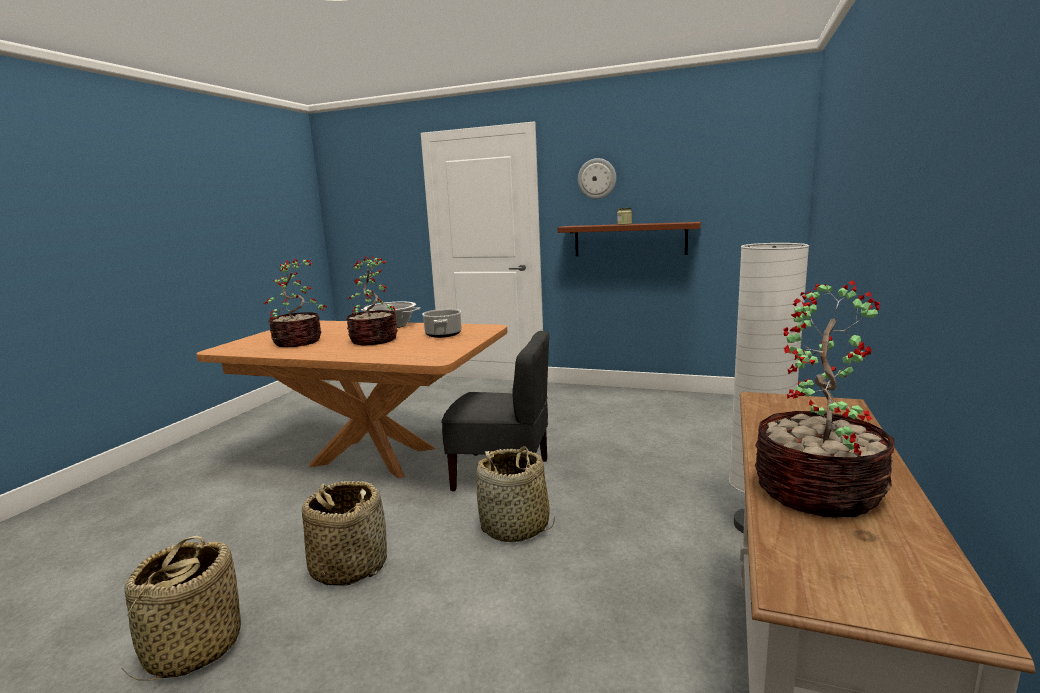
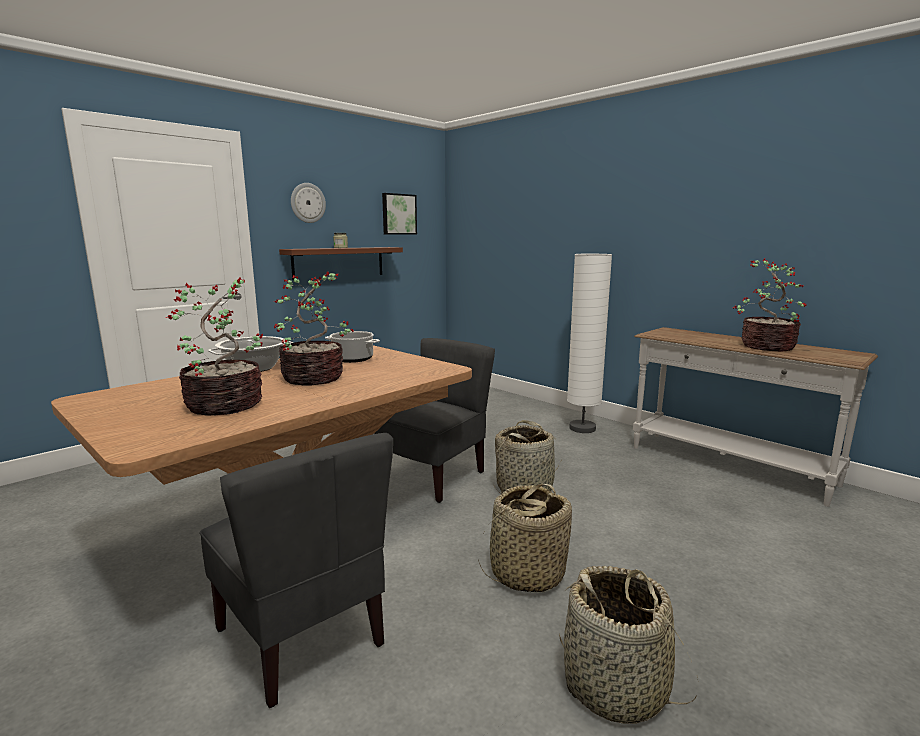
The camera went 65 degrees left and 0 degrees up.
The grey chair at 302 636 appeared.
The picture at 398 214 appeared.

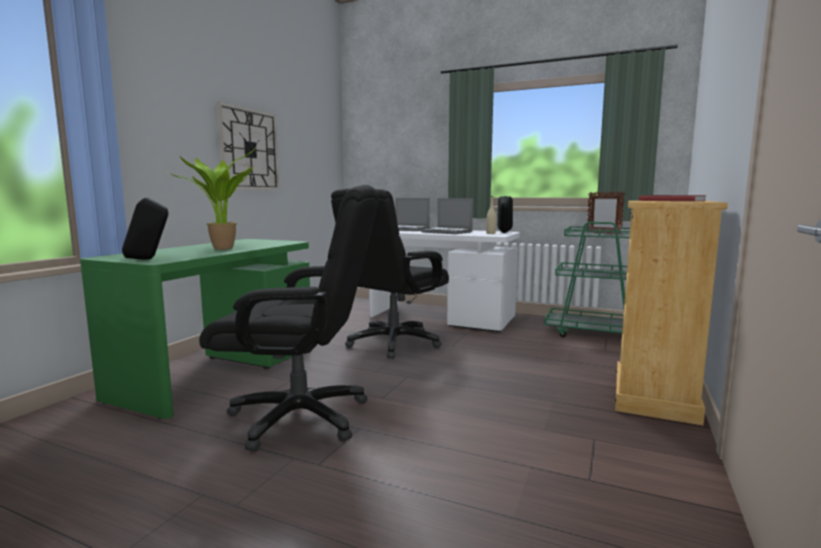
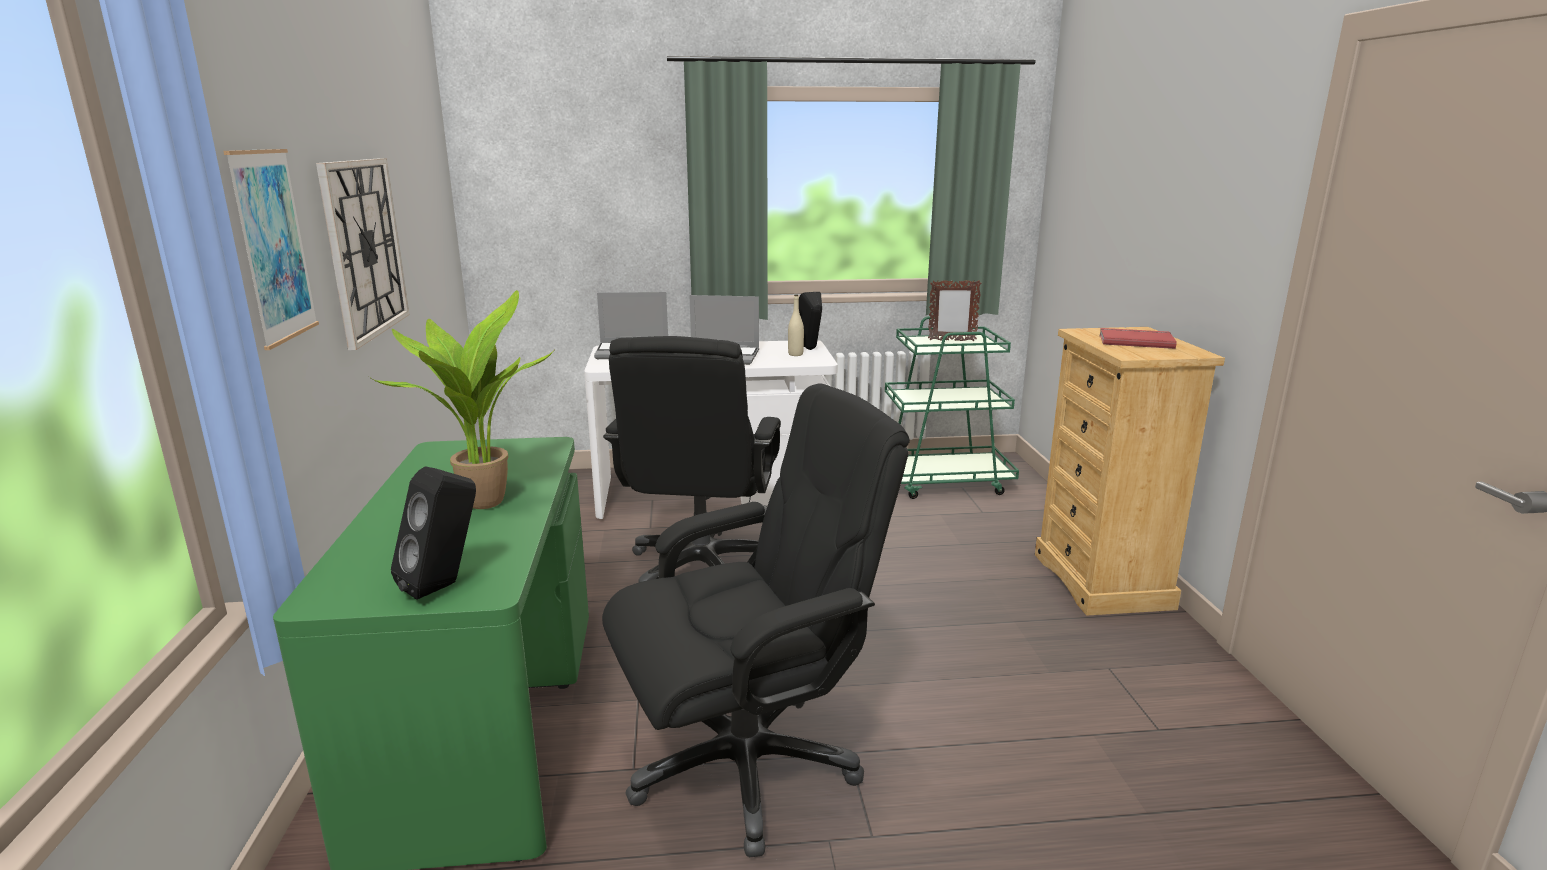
The camera went 30 degrees left and 10 degrees up.
The picture at 273 246 appeared.

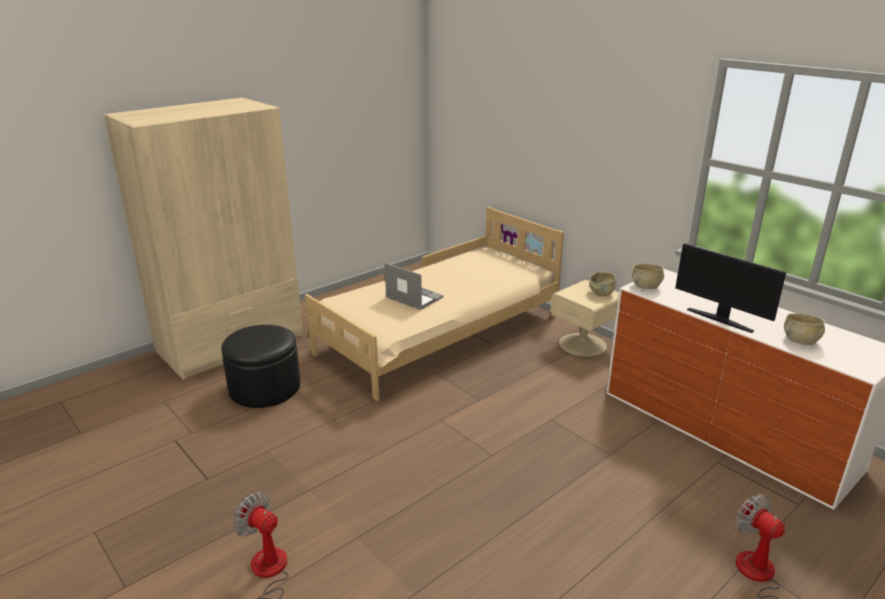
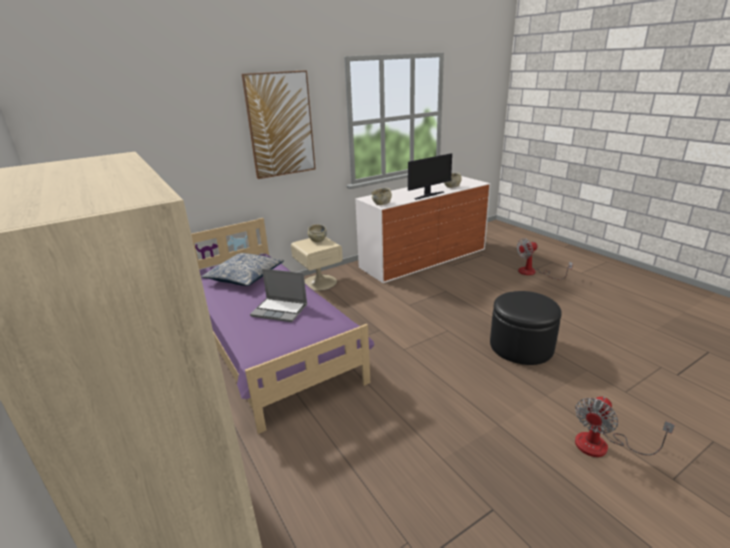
The camera went 80 degrees left and 0 degrees up.
The black ottoman moved from 265 388 to 521 346.
The beige bed at 439 335 became the purple bed at 269 342.
The laptop at 413 298 turned 120 degrees counterclockwise.
The pillow at 245 277 appeared.
The picture at 280 125 appeared.

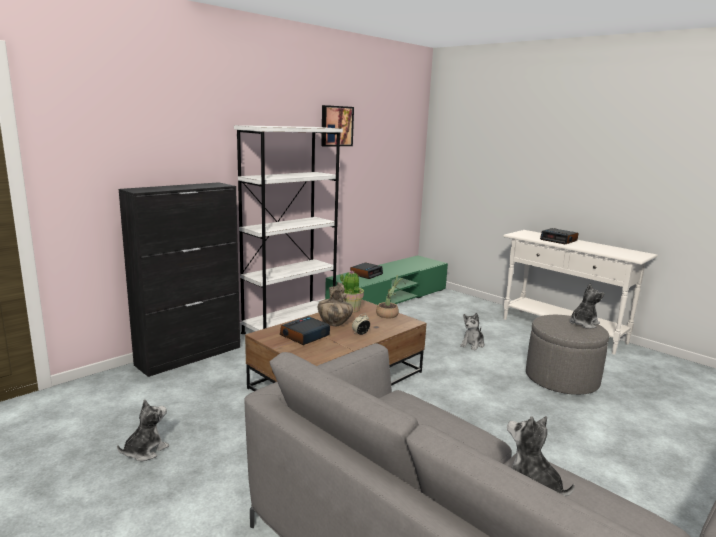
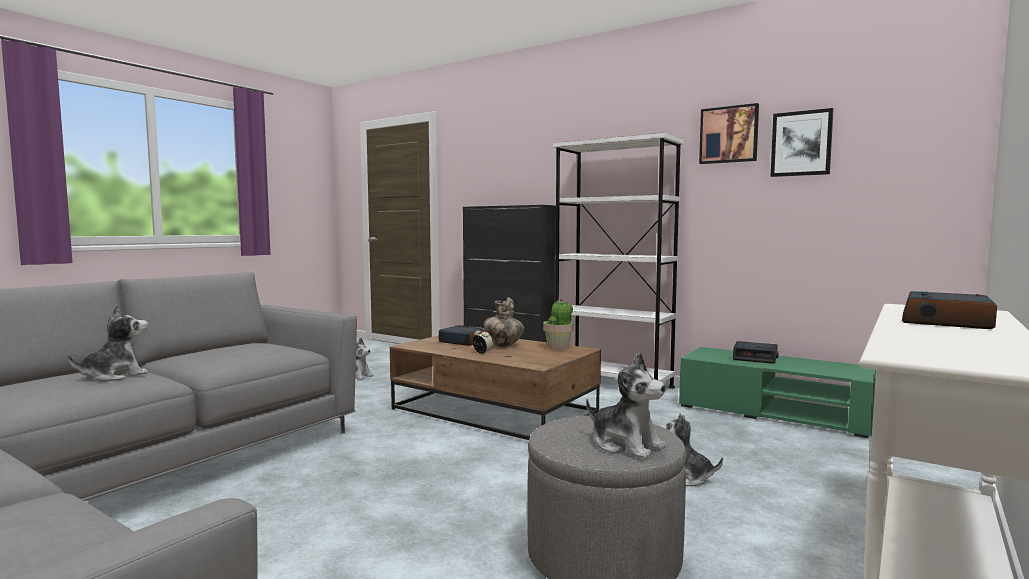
The camera went 80 degrees right and 10 degrees down.
The potted plant at 389 314 disappeared.
The picture at 801 143 appeared.

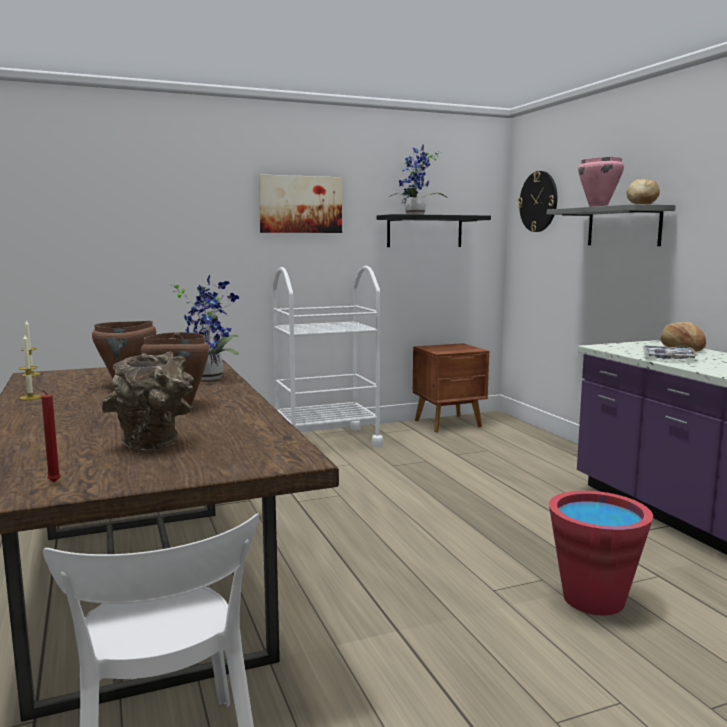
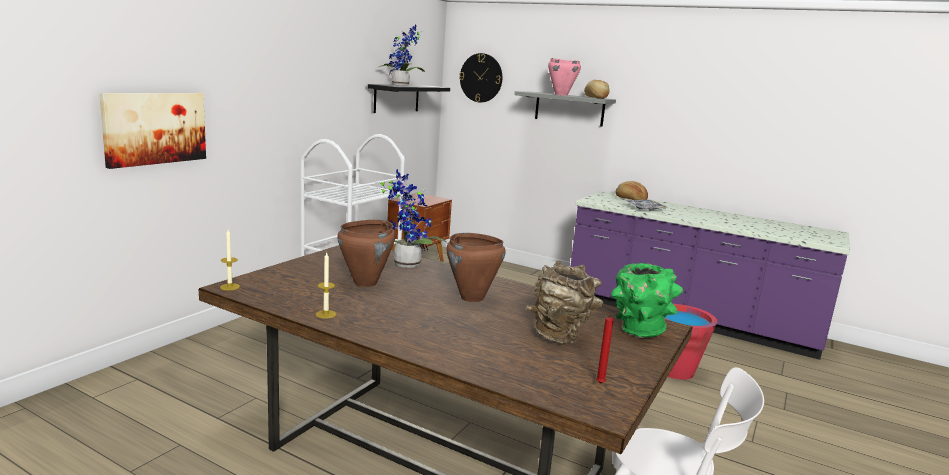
The camera went 40 degrees left and 5 degrees up.
The picture moved from 300 204 to 155 128.
The green vase at 639 332 appeared.

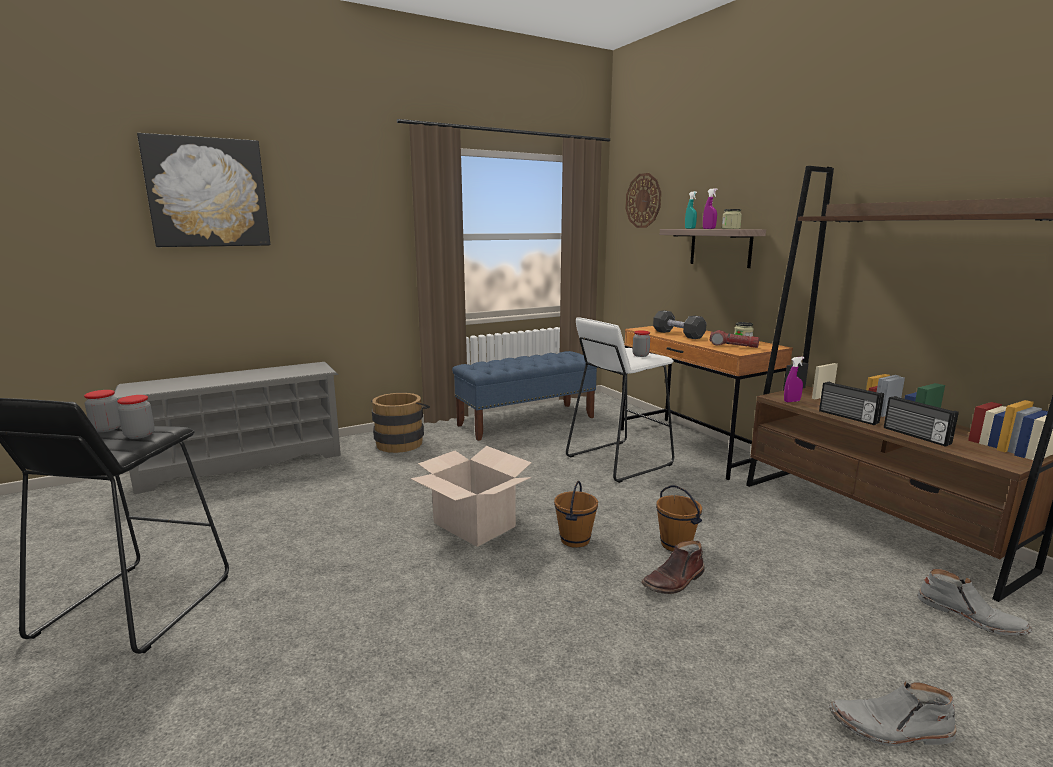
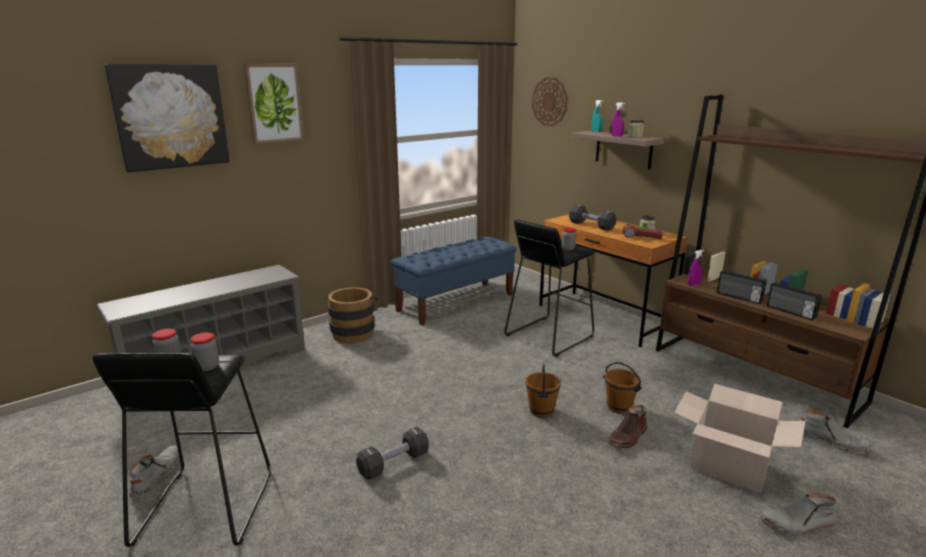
The camera went 10 degrees left and 5 degrees up.
The cardboard box moved from 475 524 to 729 466.
The white stool at 618 460 became the black stool at 548 336.
The grey boot at 156 476 appeared.
The picture at 274 103 appeared.
The black dumbbell at 393 463 appeared.

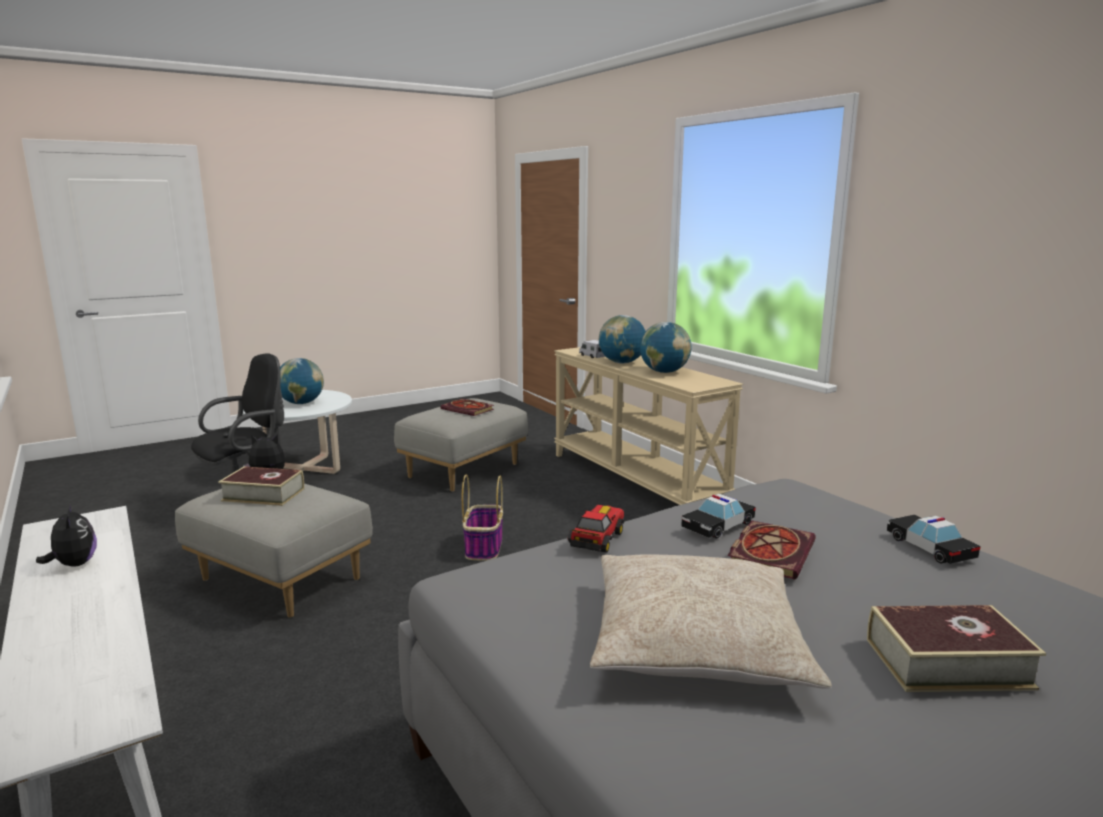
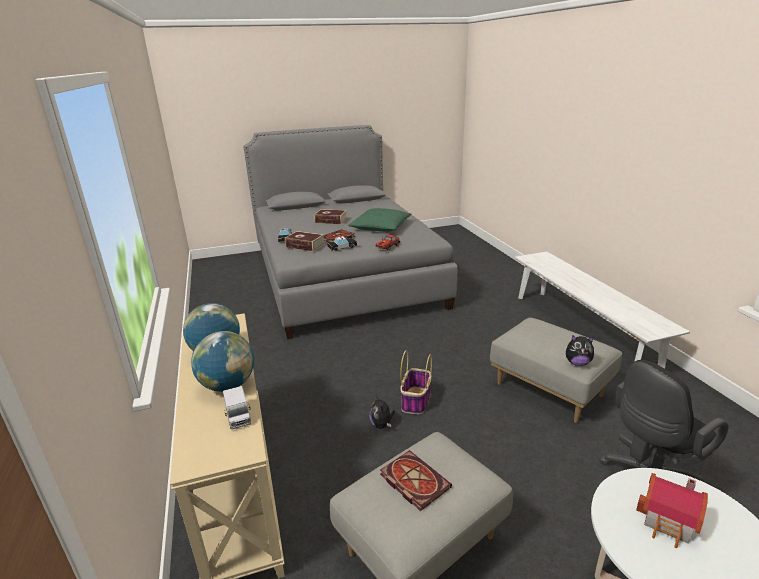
The camera went 165 degrees left and 10 degrees up.
The plush toy moved from 74 564 to 381 425.
The book moved from 263 494 to 305 245.
The globe at 301 403 was replaced by the toy house at 669 523.
The beige pillow at 696 641 became the green pillow at 380 227.

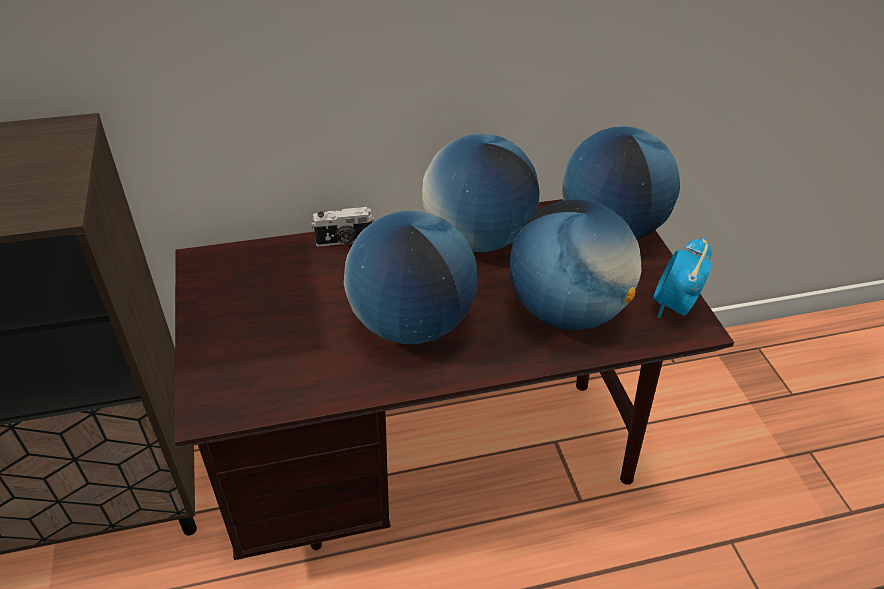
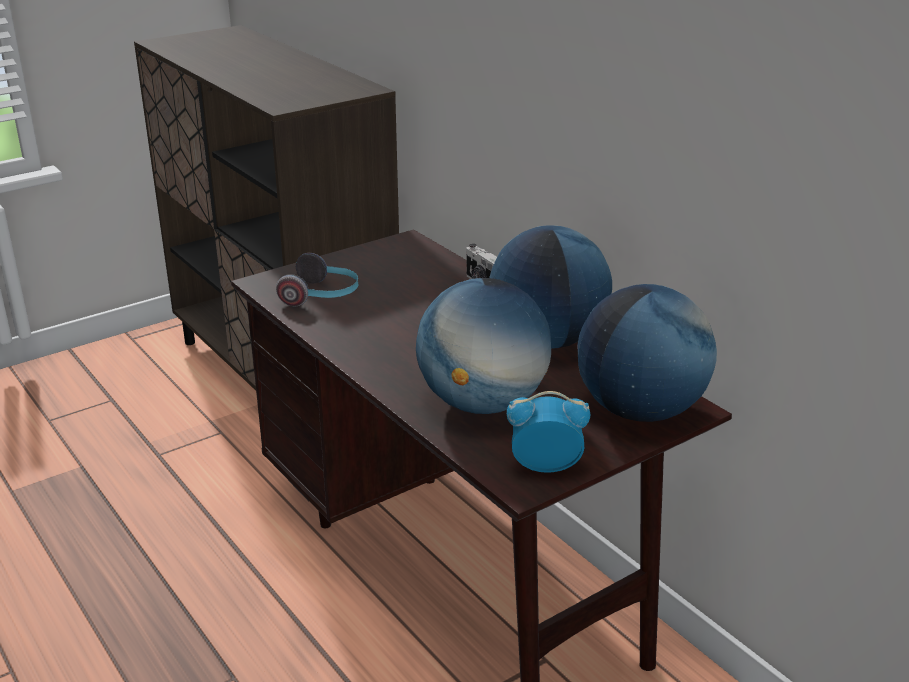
The camera went 70 degrees right and 15 degrees down.
The globe at 410 323 disappeared.
The headphones at 322 296 appeared.

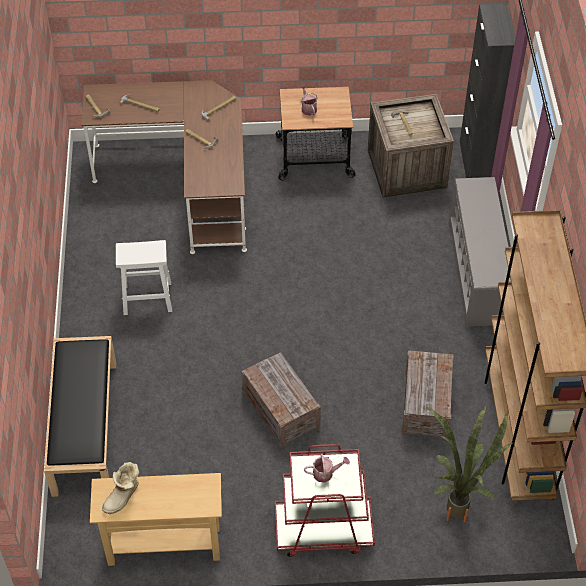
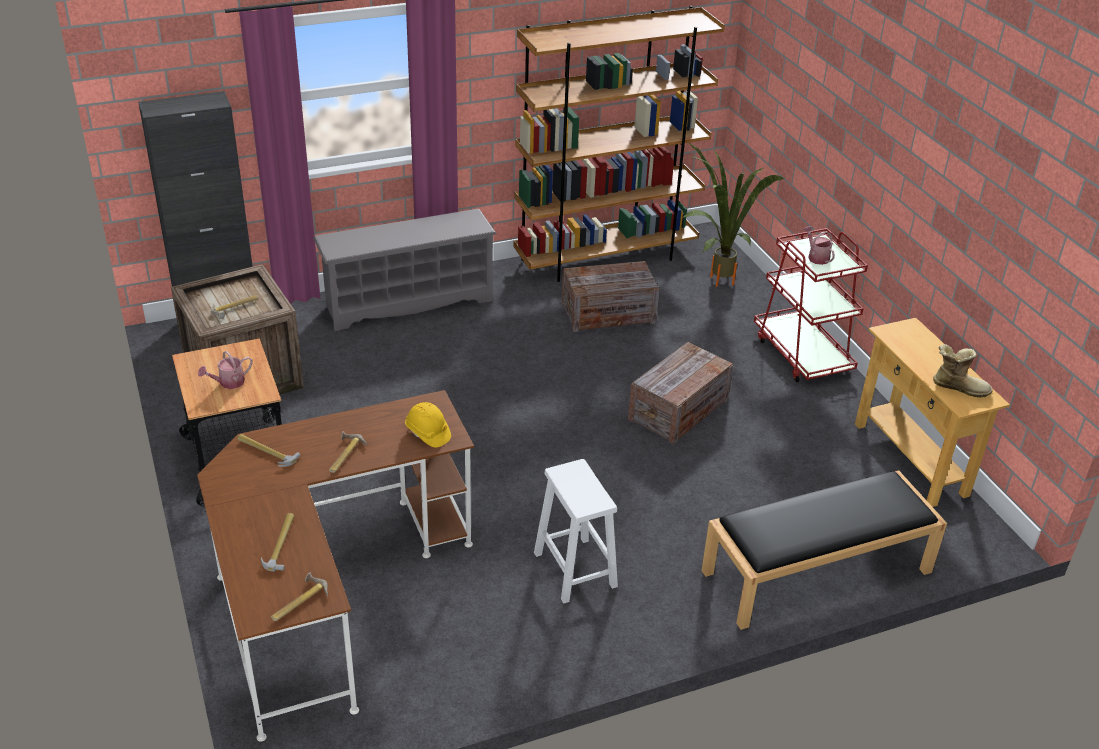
The camera went 110 degrees left and 15 degrees down.
The yellow hard hat at 427 433 appeared.

